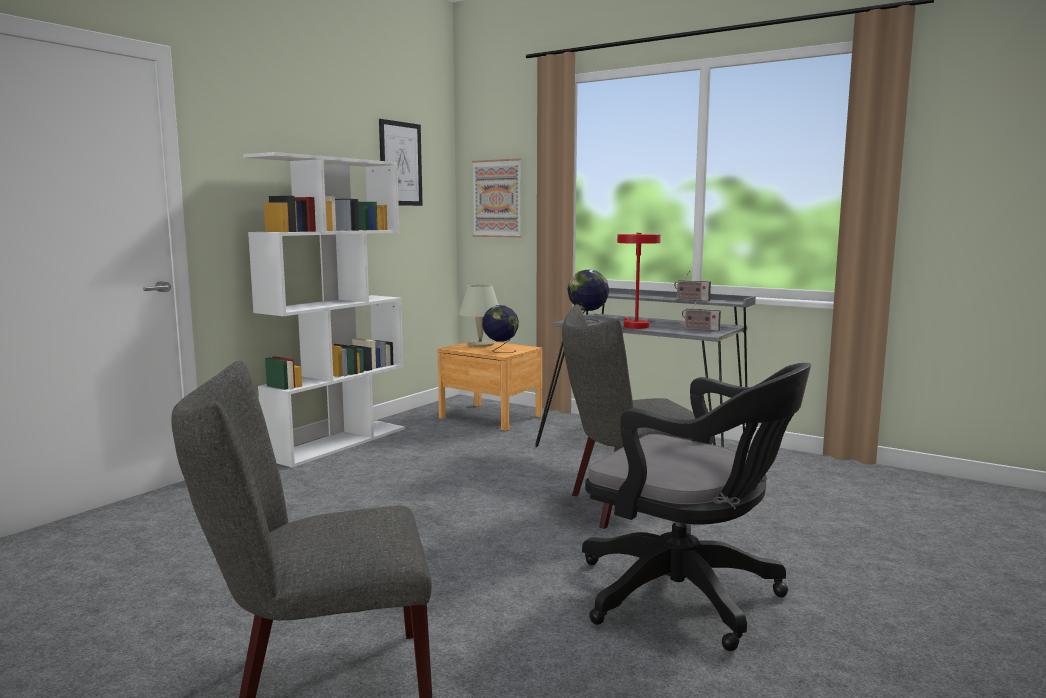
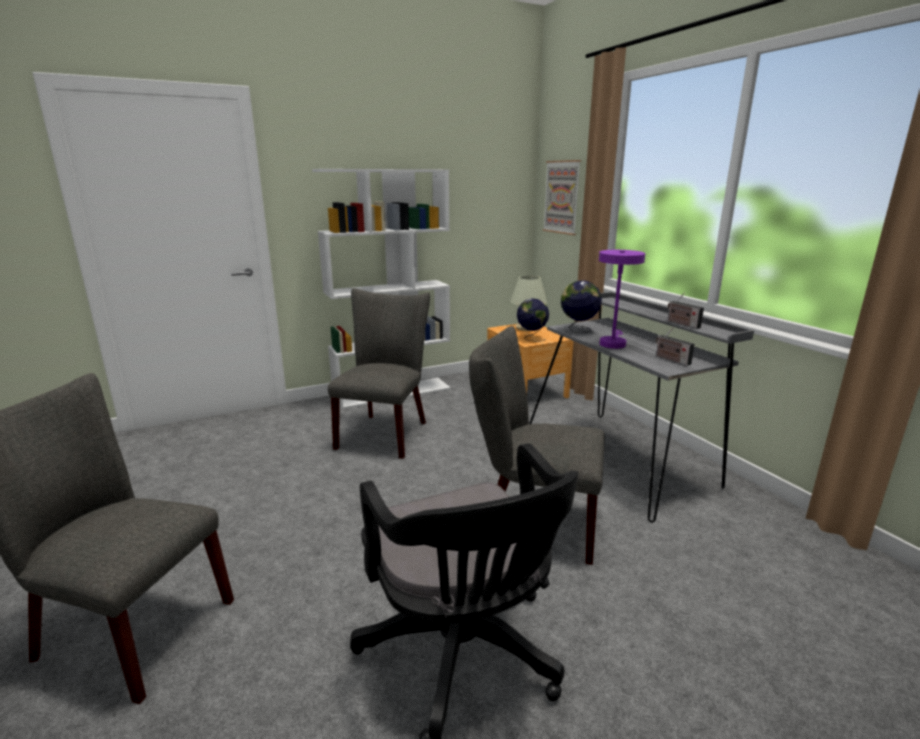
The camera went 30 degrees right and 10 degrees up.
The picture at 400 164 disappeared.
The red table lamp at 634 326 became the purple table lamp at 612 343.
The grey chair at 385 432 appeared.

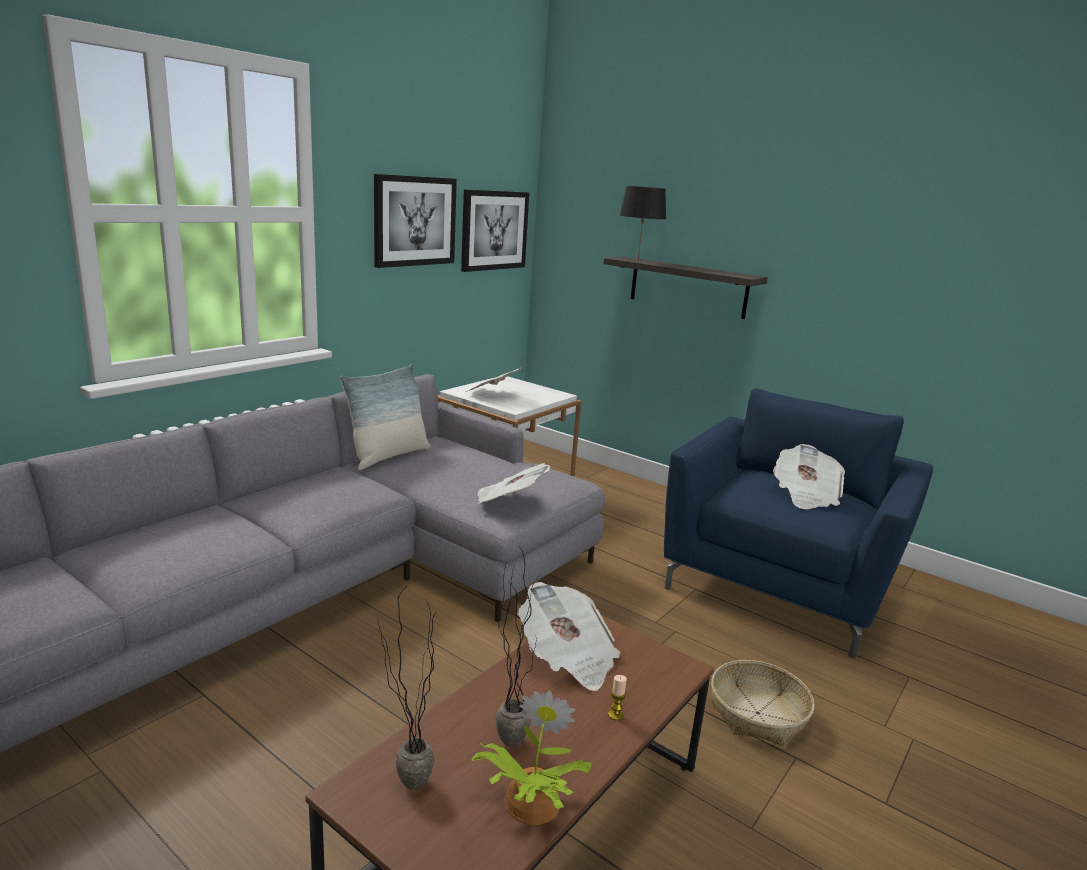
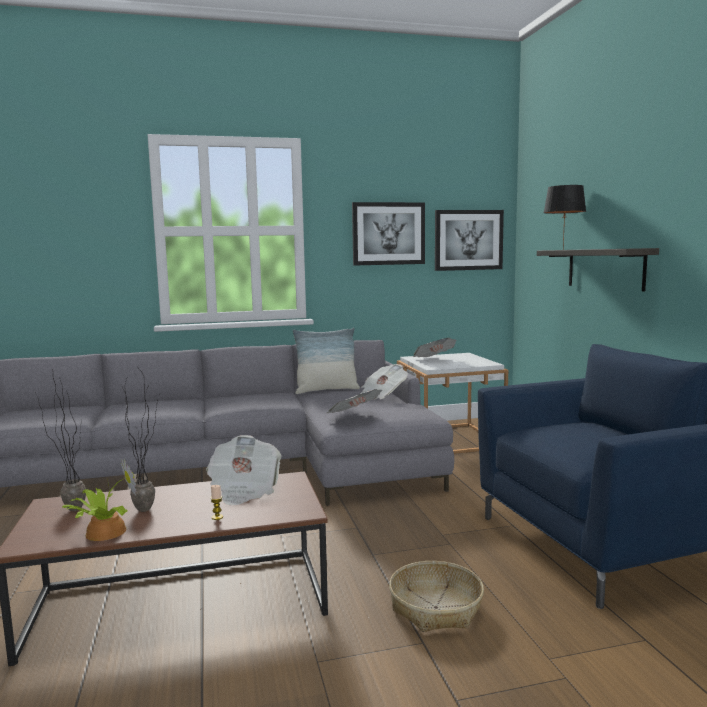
The camera went 40 degrees right and 10 degrees down.
The newspaper moved from 805 495 to 381 396.

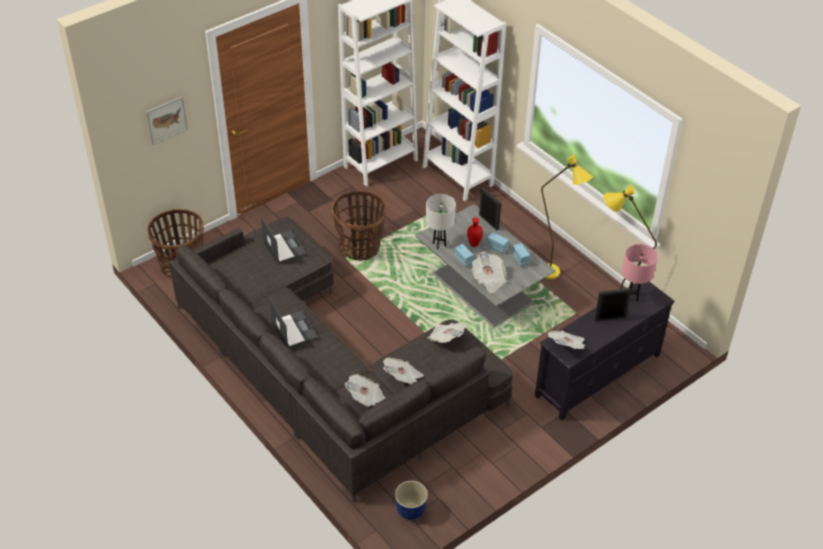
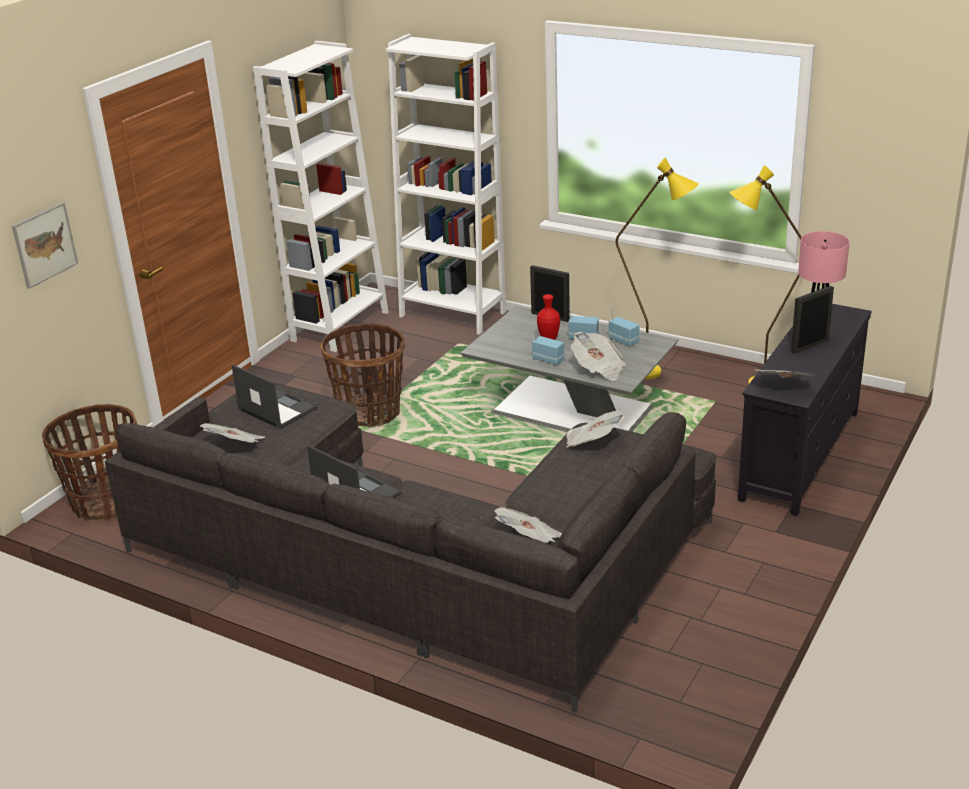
The camera went 20 degrees left and 15 degrees down.
The newspaper moved from 403 377 to 235 446.
The planter at 410 511 disappeared.
The white table lamp at 439 244 disappeared.

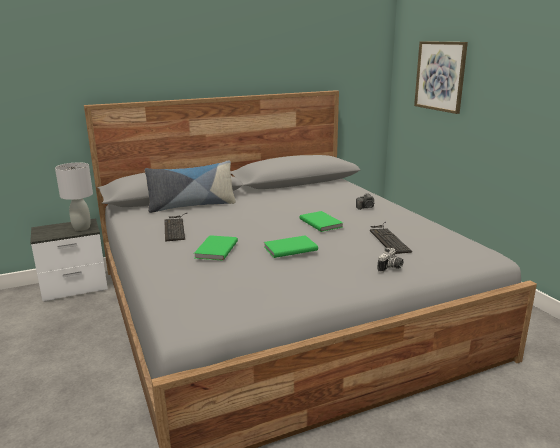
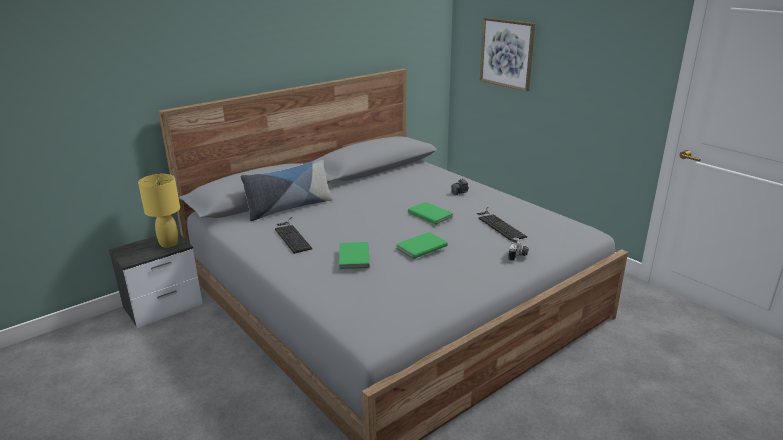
The camera went 15 degrees left and 5 degrees up.
The grey table lamp at 82 228 became the yellow table lamp at 169 244.

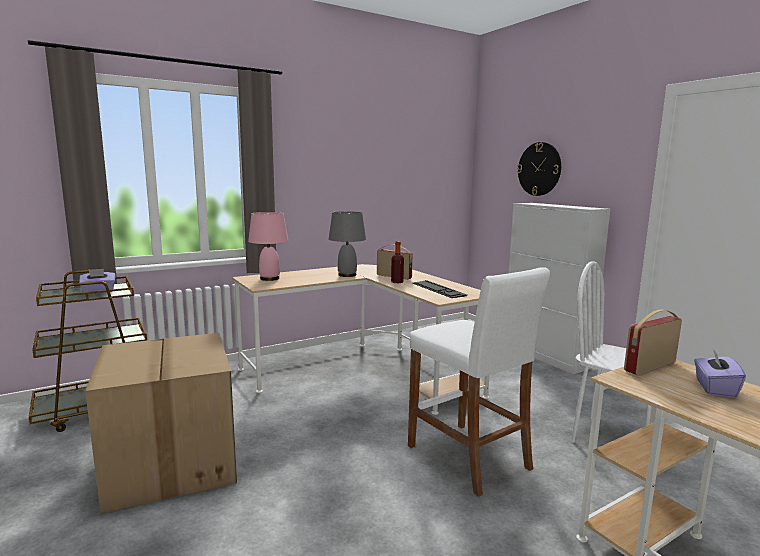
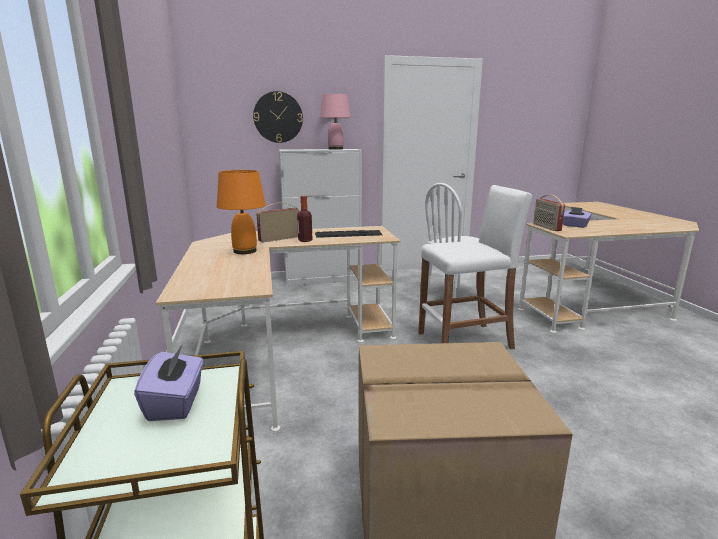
The camera went 70 degrees left and 5 degrees up.
The pink table lamp moved from 269 279 to 336 149.
The grey table lamp at 347 275 became the orange table lamp at 245 251.

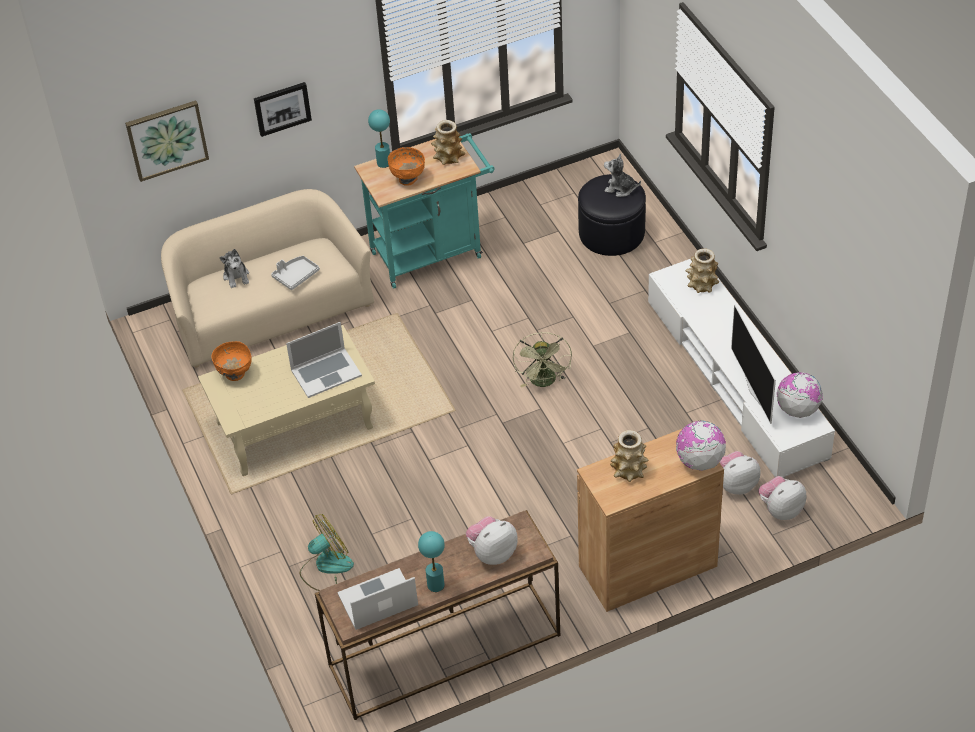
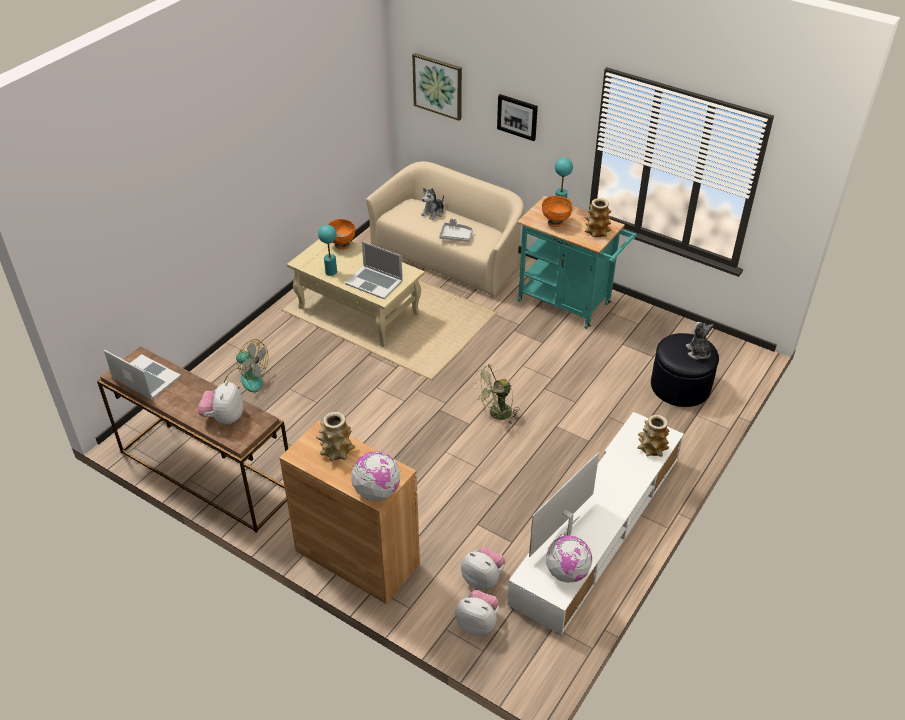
The camera went 55 degrees right and 5 degrees down.
The turquoise table lamp moved from 436 585 to 331 272.
The plush toy at 492 553 turned 105 degrees counterclockwise.

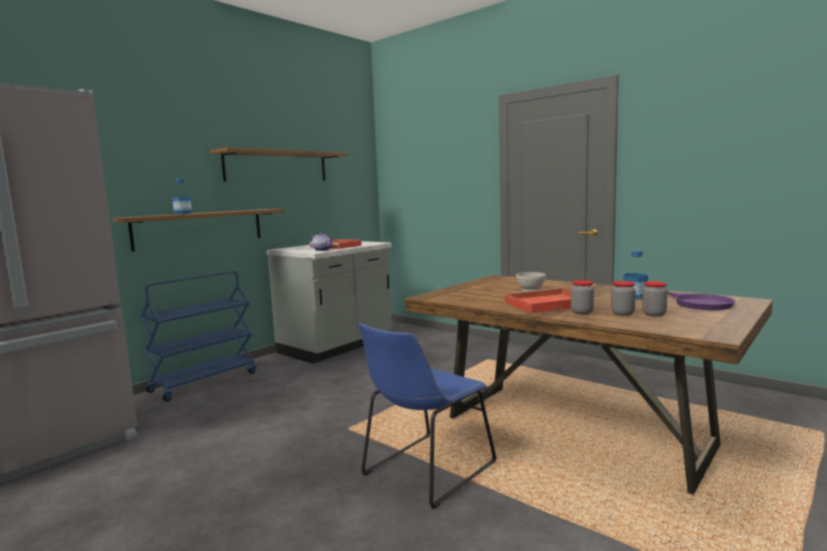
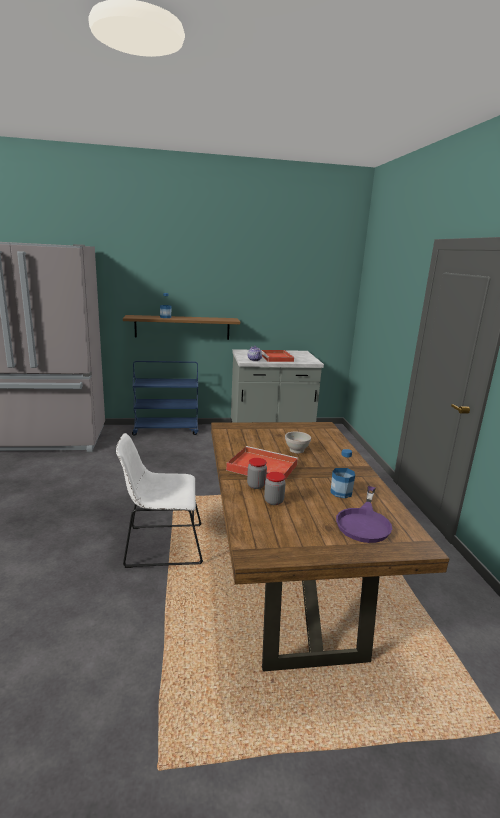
The camera went 40 degrees right and 10 degrees up.
The shelf at 277 166 disappeared.
The blue chair at 425 471 became the white chair at 160 545.
The jar at 654 314 disappeared.

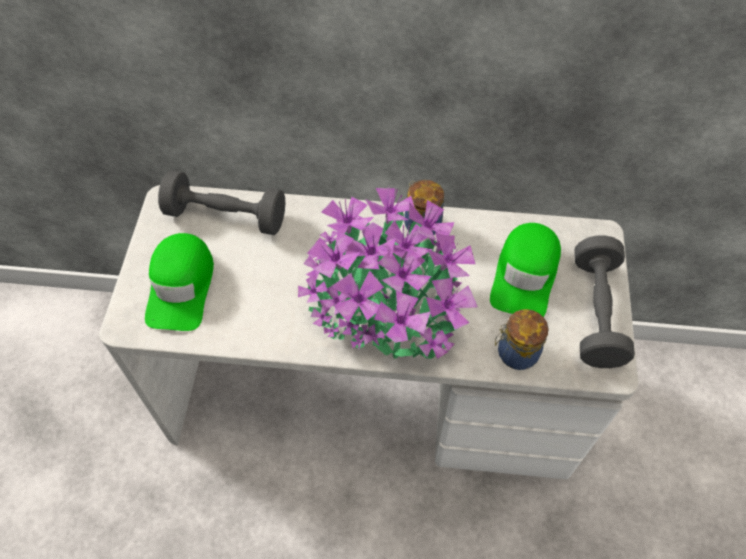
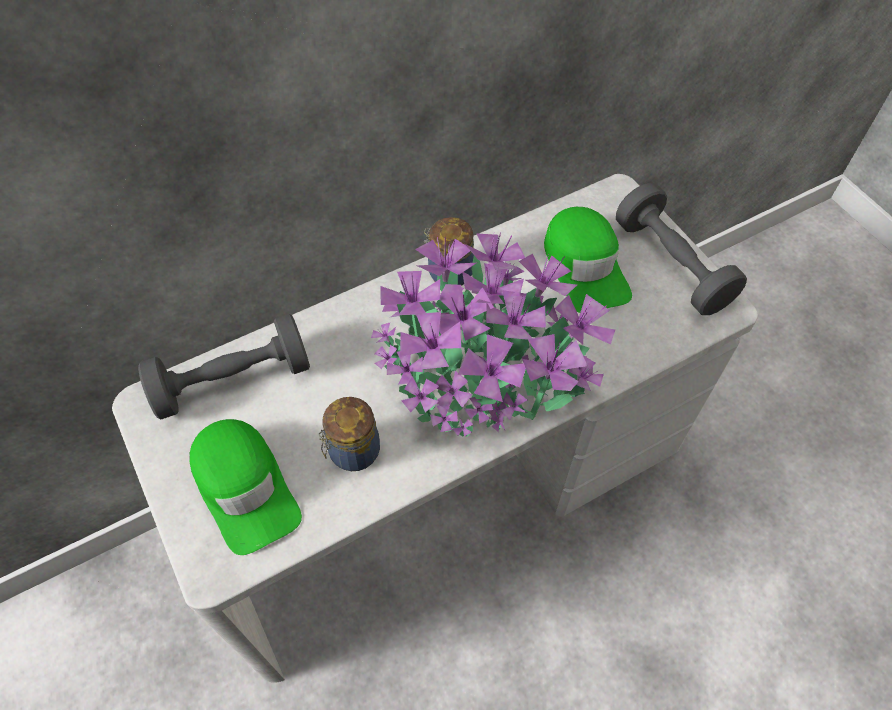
The camera went 35 degrees left and 0 degrees up.
The jar moved from 515 353 to 352 452.

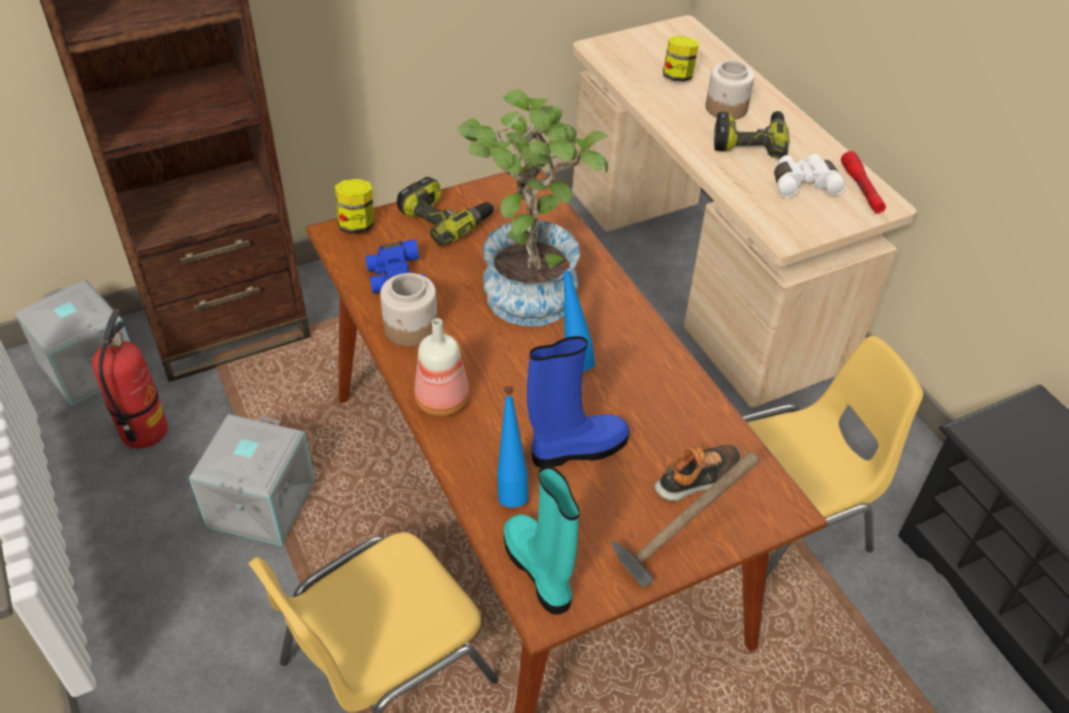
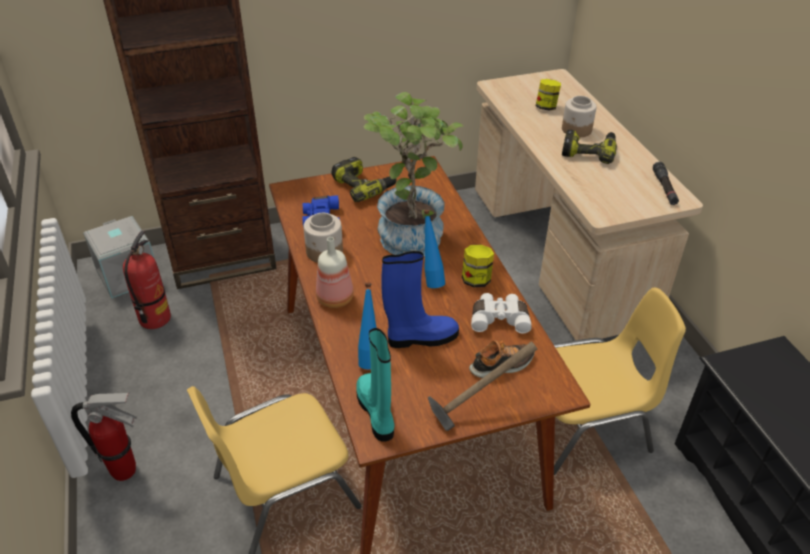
The camera went 10 degrees right and 5 degrees down.
The grey storage box at 260 503 disappeared.
The jar moved from 357 225 to 476 280.
The white binoculars moved from 803 183 to 499 319.
The red flashlight at 861 189 became the black flashlight at 664 188.
The fire extinguisher at 125 471 appeared.

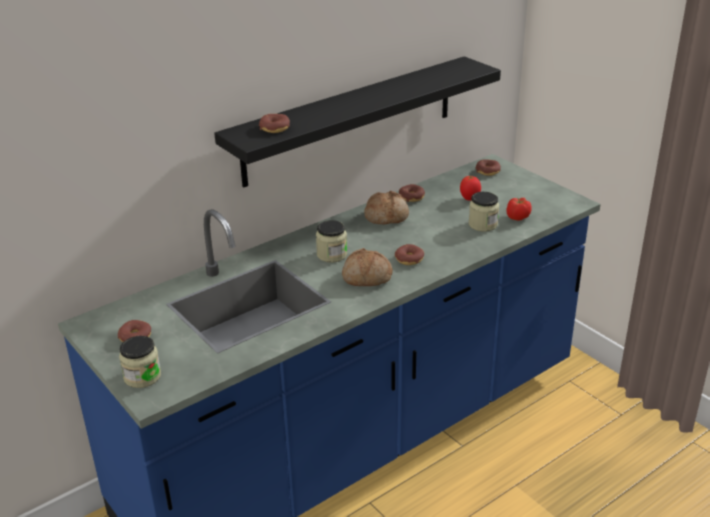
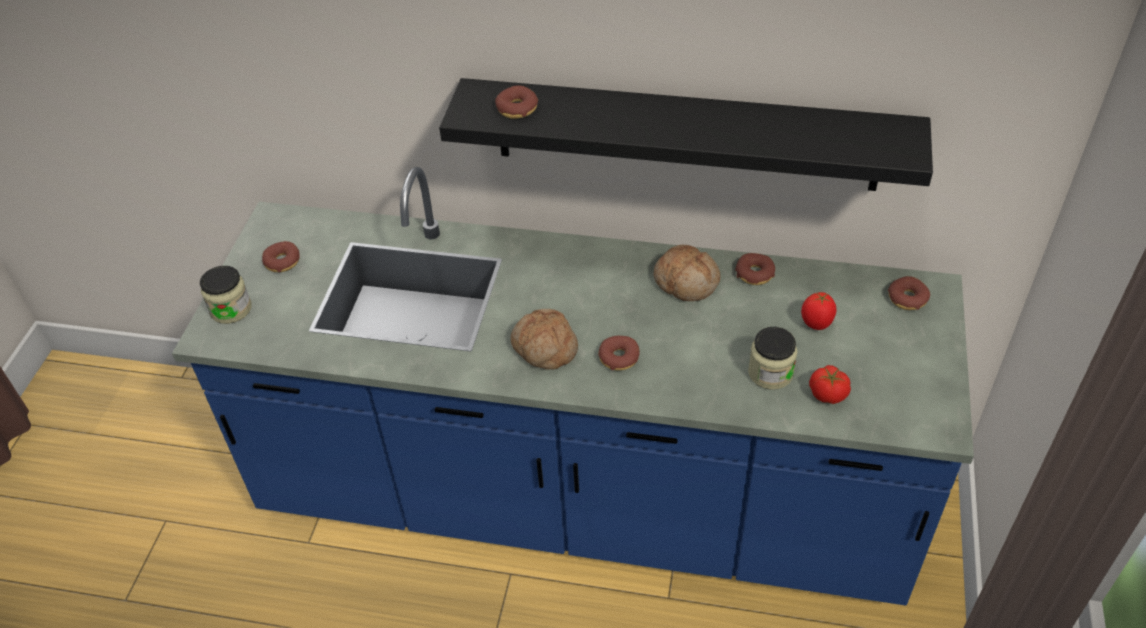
The camera went 50 degrees right and 15 degrees up.
The jar at 332 255 disappeared.

